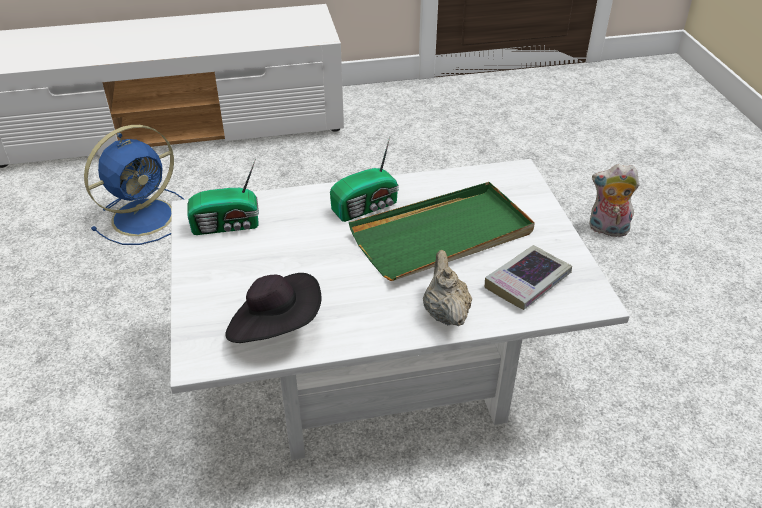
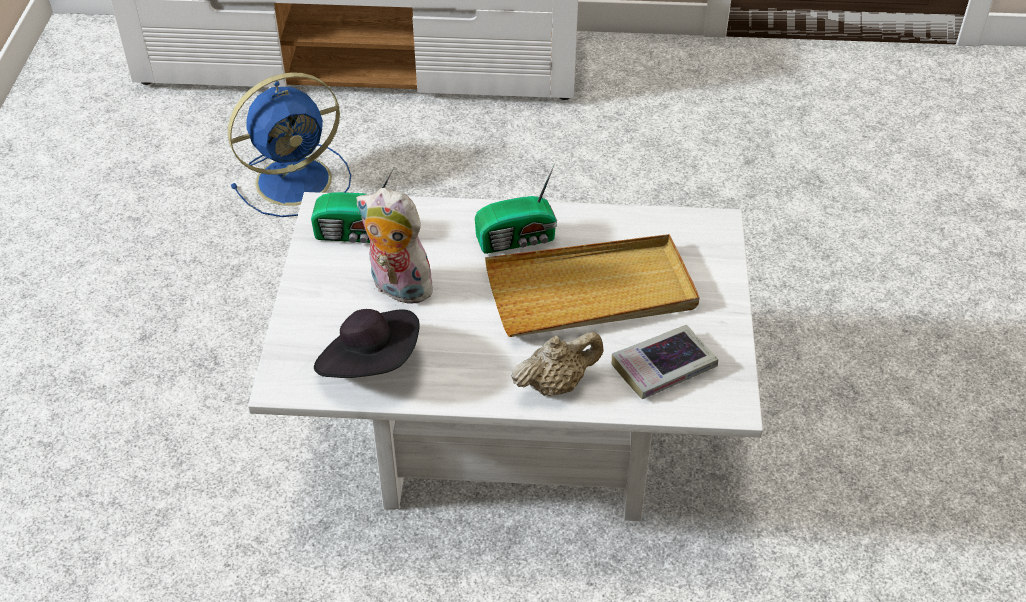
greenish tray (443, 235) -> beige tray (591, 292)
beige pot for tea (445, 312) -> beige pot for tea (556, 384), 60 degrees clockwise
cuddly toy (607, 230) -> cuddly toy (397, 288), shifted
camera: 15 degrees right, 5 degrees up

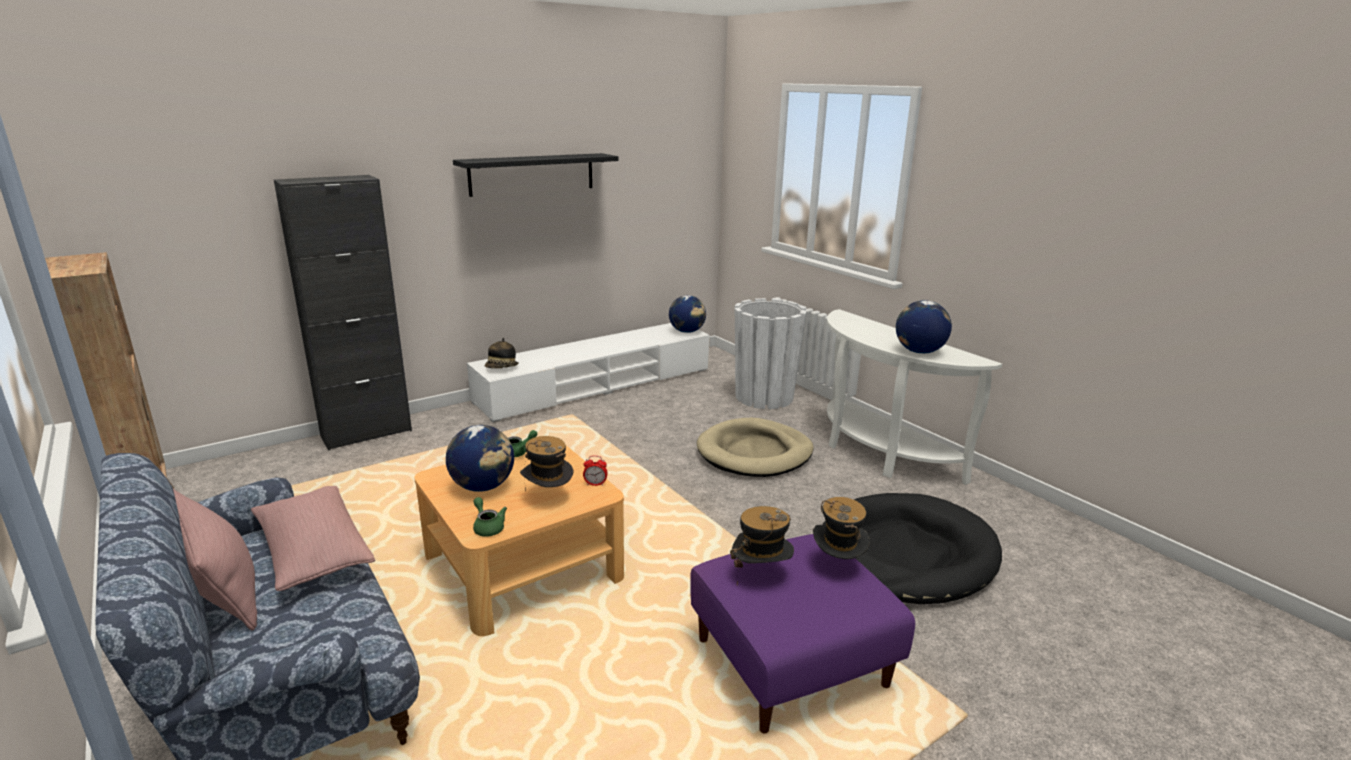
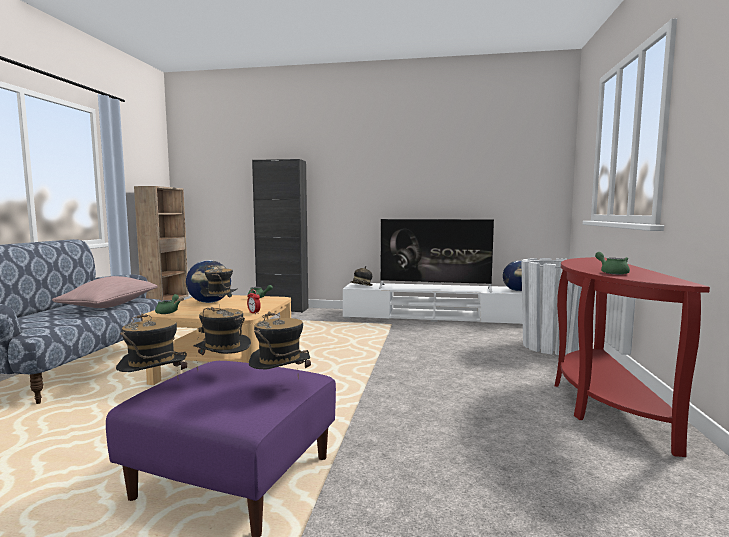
pinkish cushion (221, 589) -> none
black shelf (532, 174) -> none
beige dog cushion (754, 453) -> none
black dog cushion (905, 554) -> none
white narrow table (878, 453) -> red-coloured narrow table (601, 402)
globe (919, 351) -> greenish pot for tea (612, 273)
none -> hat (154, 392)
none -> TV (435, 288)
camera: 45 degrees right, 15 degrees down

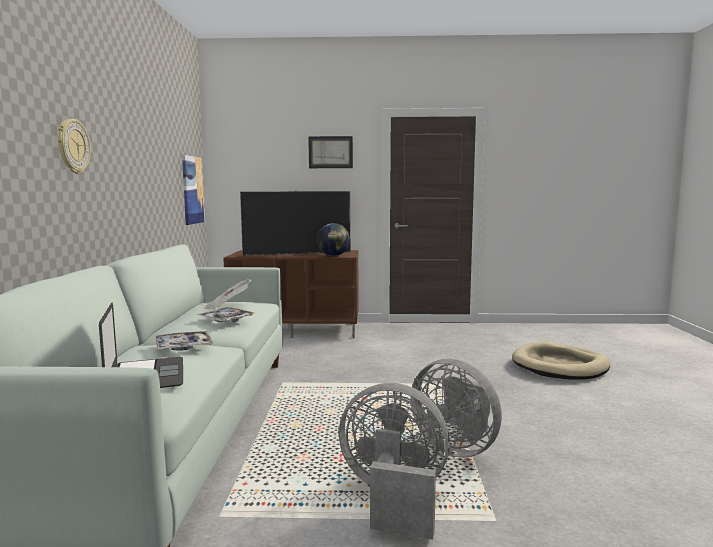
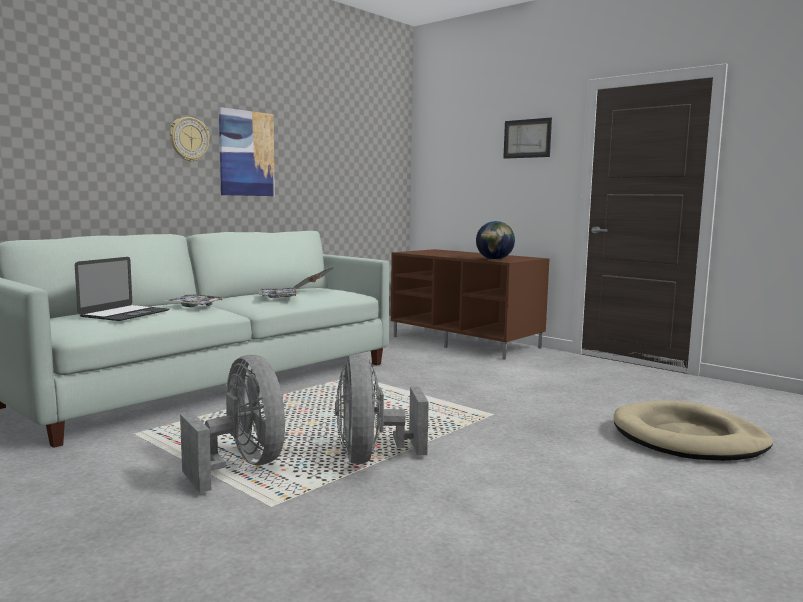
wall picture (192, 190) -> wall picture (246, 153), shifted
TV (297, 254) -> none
camera: 40 degrees right, 0 degrees up

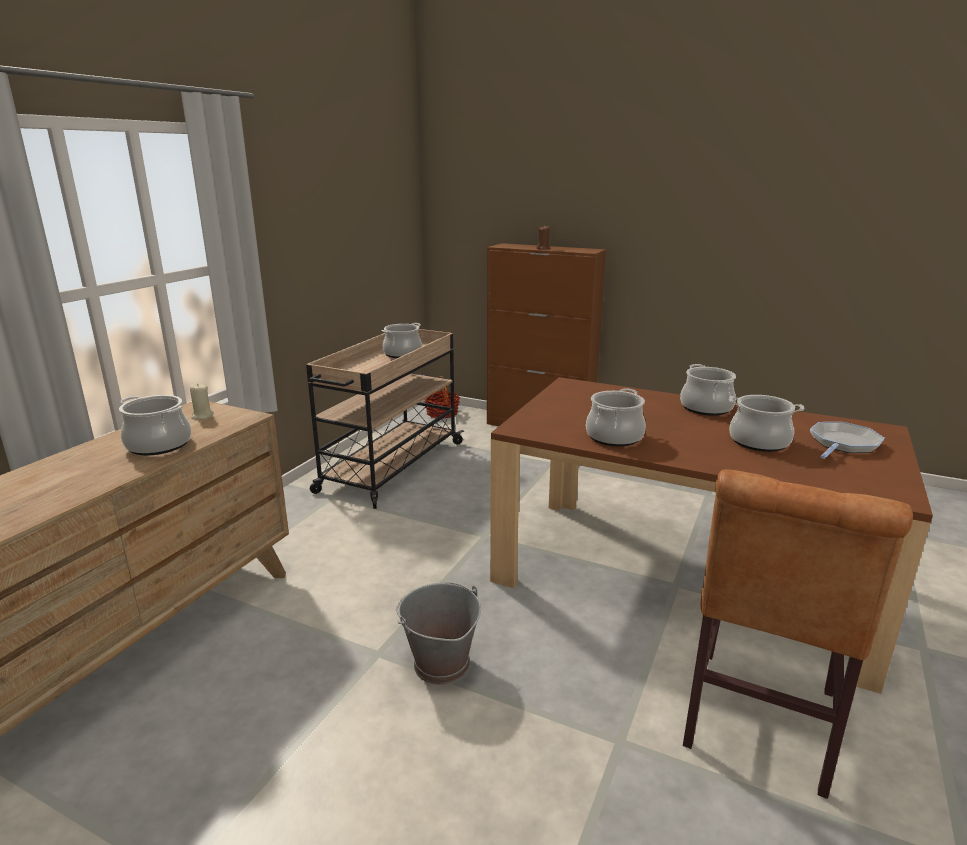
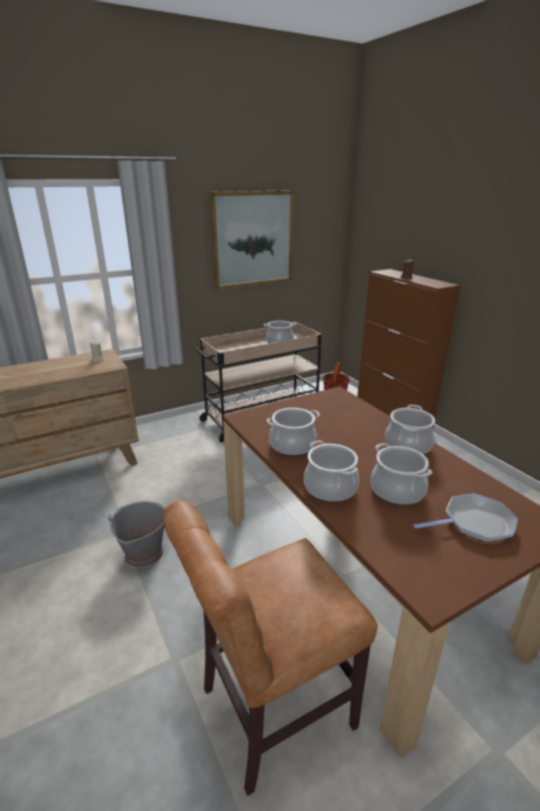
saucepot (158, 445) -> saucepot (330, 488), shifted
none -> wall picture (253, 239)
camera: 35 degrees right, 5 degrees up

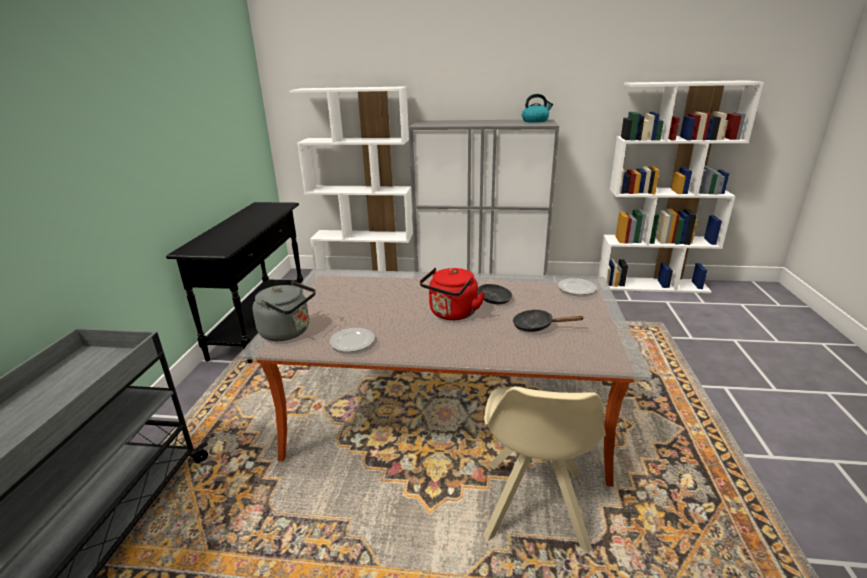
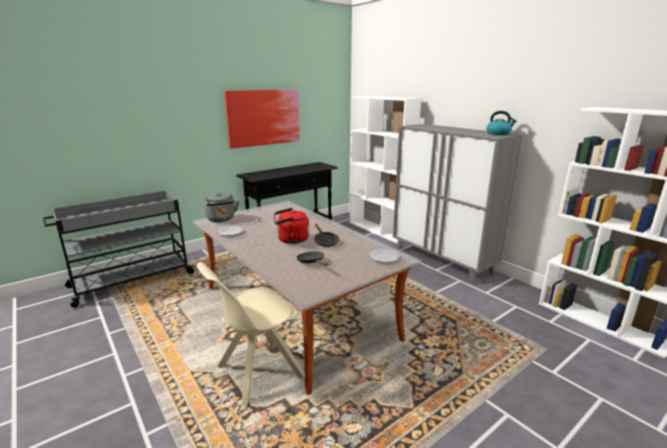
none -> wall picture (264, 117)
camera: 45 degrees right, 5 degrees down

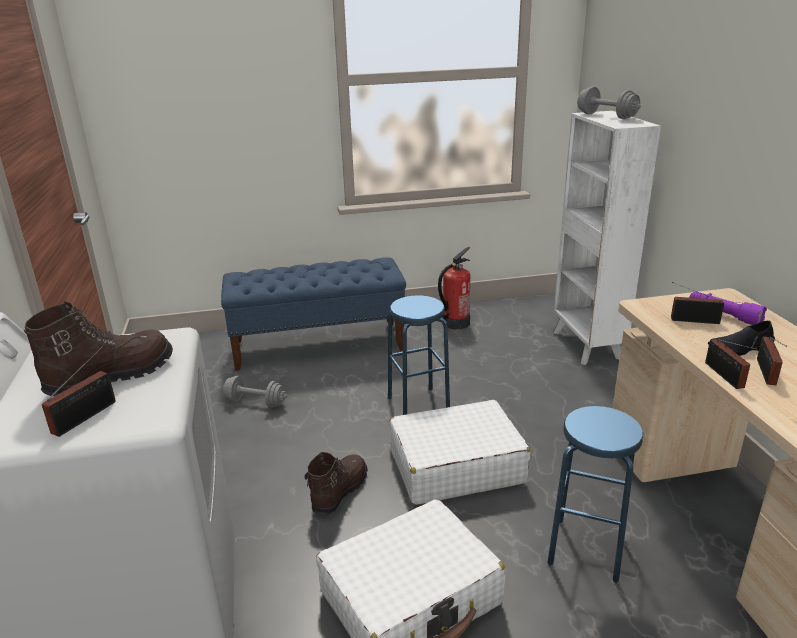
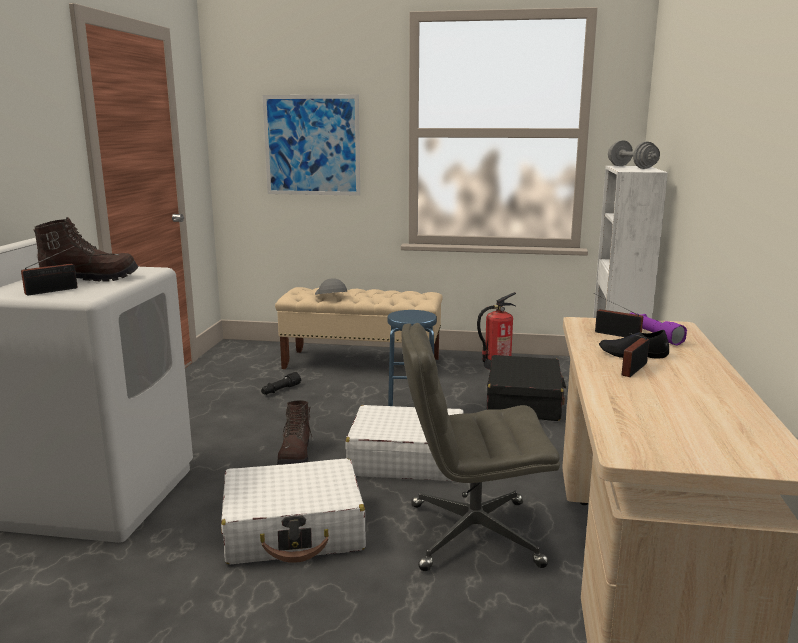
bluish indoor bench (319, 345) -> beige indoor bench (362, 363)
gray hand weight (256, 402) -> black hand torch (280, 390)
brownish high-top boot (338, 492) -> brownish high-top boot (296, 455), 135 degrees clockwise
bluish sitting stool (586, 549) -> gray computer chair (472, 535)
radio receiver (725, 377) -> none
none -> wall picture (312, 145)
none -> gray peaked cap (330, 295)
none -> black piece of luggage (523, 401)
camera: 20 degrees right, 10 degrees down

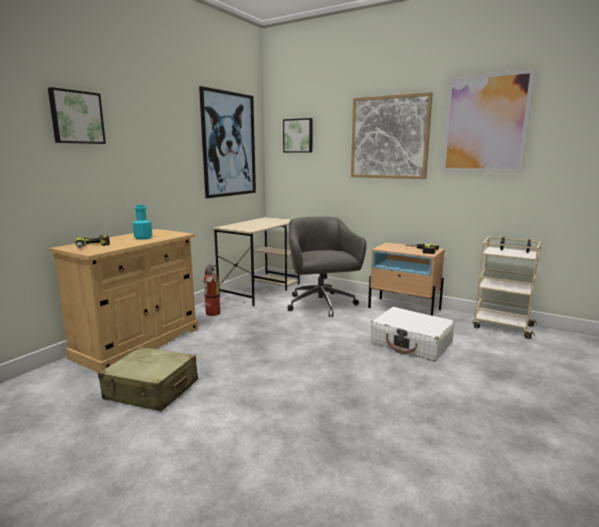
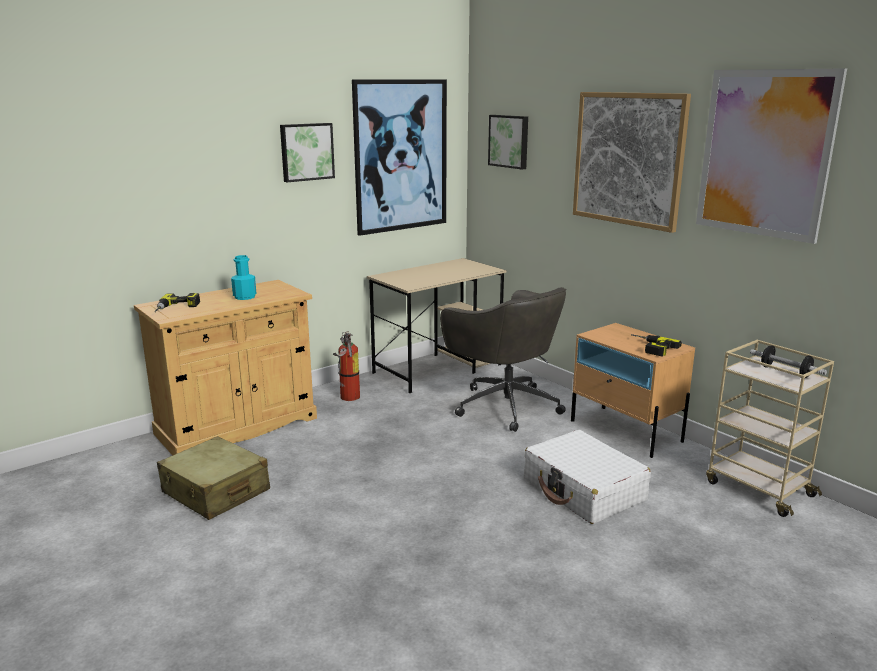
wall picture (76, 117) -> wall picture (306, 152), shifted
gray computer chair (321, 305) -> gray computer chair (504, 405), 135 degrees clockwise
camera: 20 degrees right, 5 degrees up

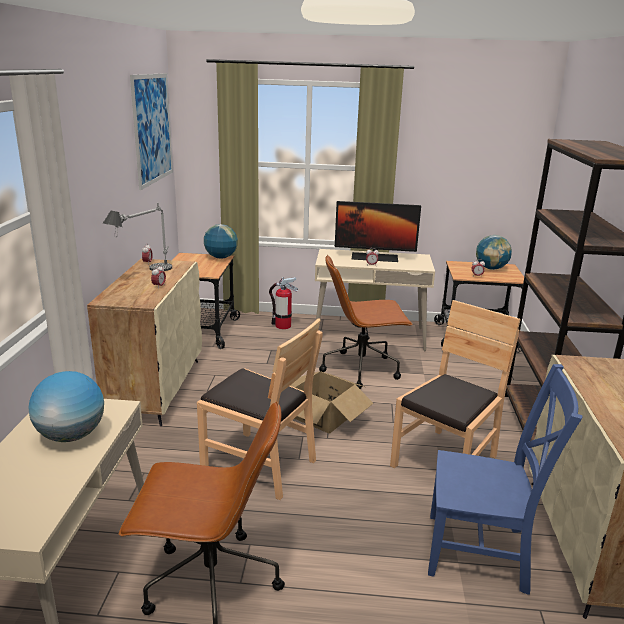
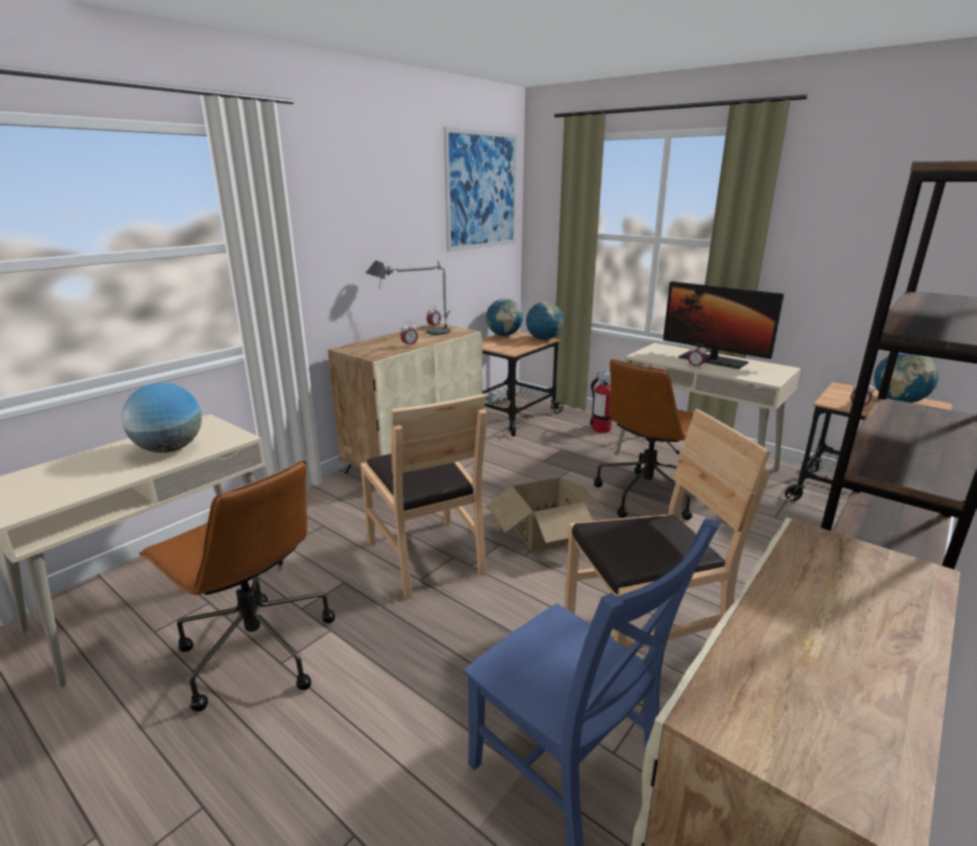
brownish computer chair (362, 369) -> brownish computer chair (646, 495), 75 degrees counterclockwise
none -> globe (504, 335)
camera: 35 degrees right, 0 degrees up

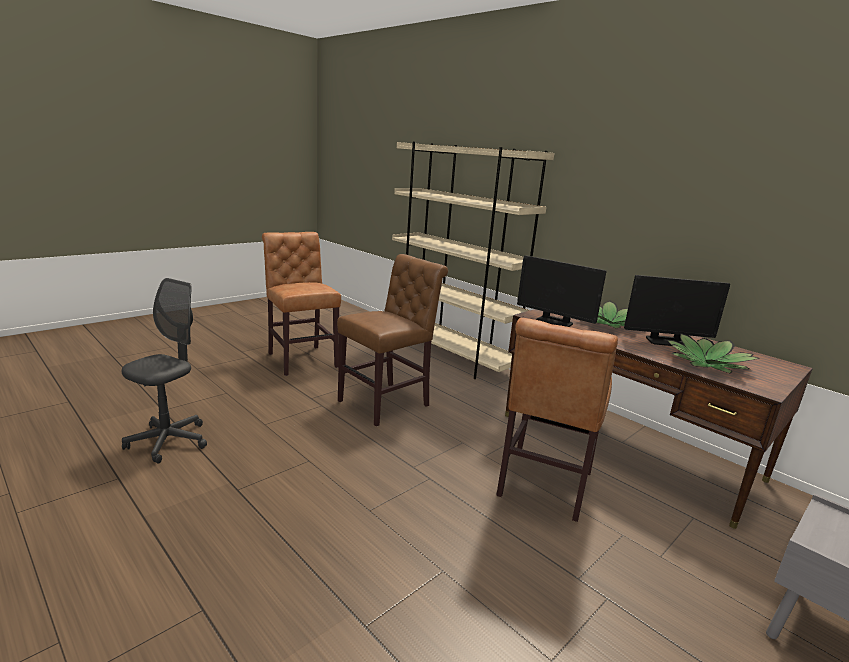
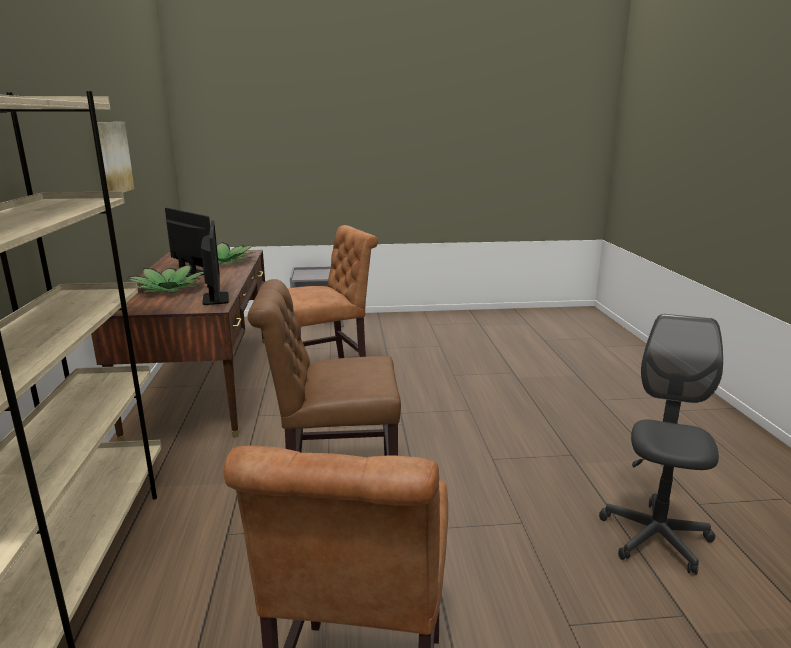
gray computer chair (168, 441) -> gray computer chair (655, 537), 135 degrees clockwise
none -> wall picture (112, 158)
camera: 140 degrees left, 0 degrees up

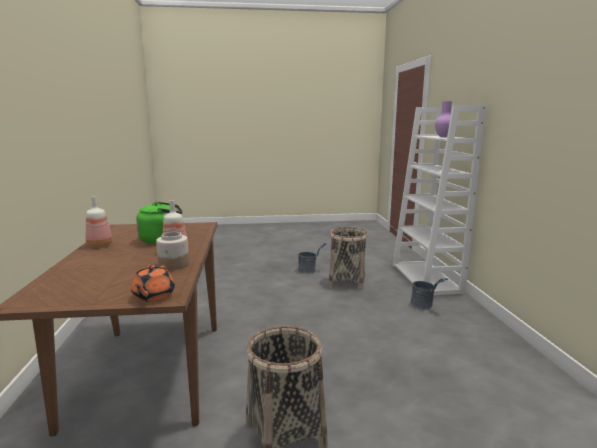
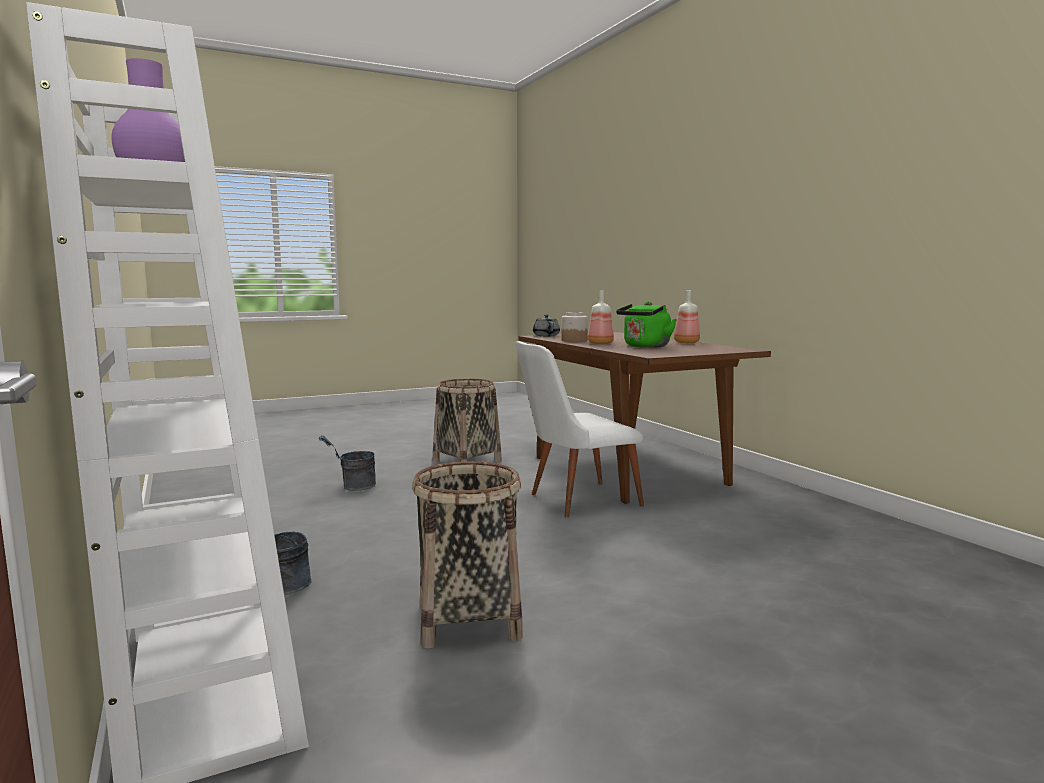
orangey pot for tea (153, 296) -> gray pot for tea (546, 335)
gray pail (310, 270) -> gray pail (353, 487), shifted
none -> white chair (574, 500)
camera: 160 degrees right, 5 degrees down

